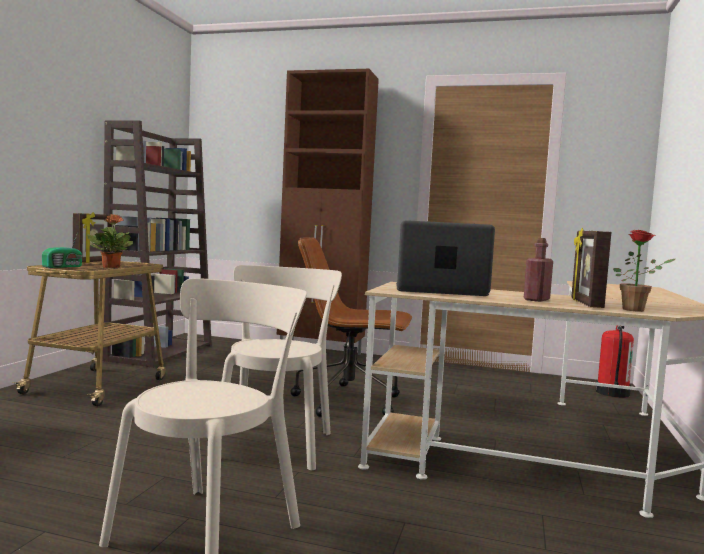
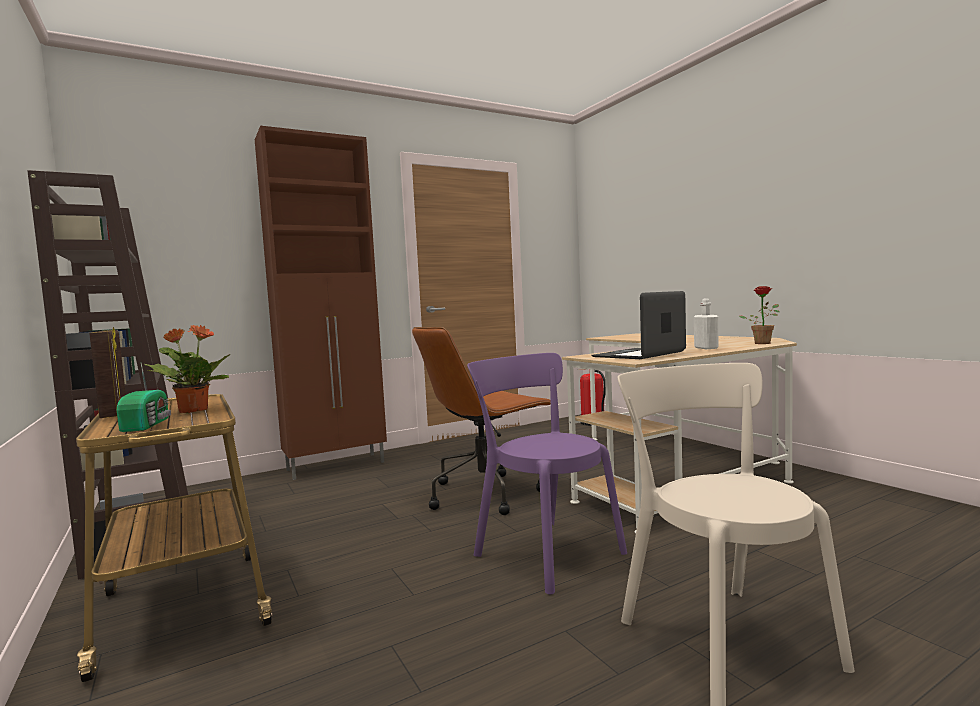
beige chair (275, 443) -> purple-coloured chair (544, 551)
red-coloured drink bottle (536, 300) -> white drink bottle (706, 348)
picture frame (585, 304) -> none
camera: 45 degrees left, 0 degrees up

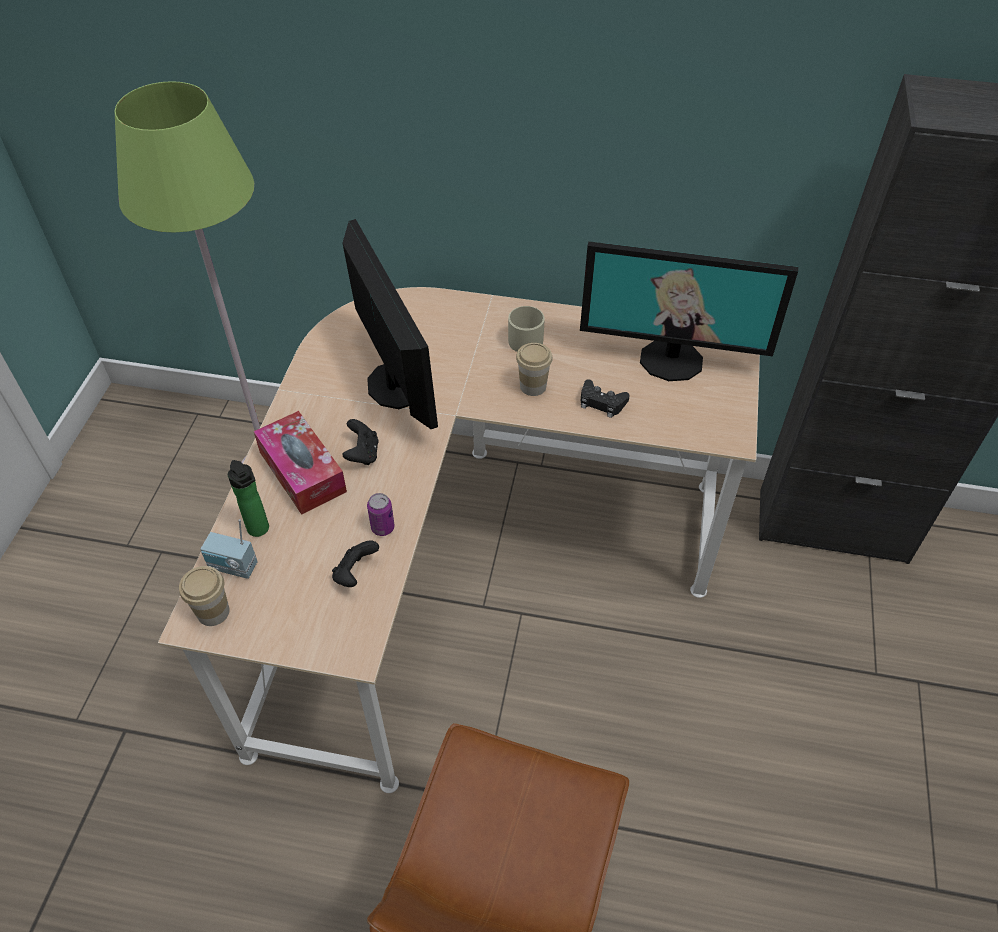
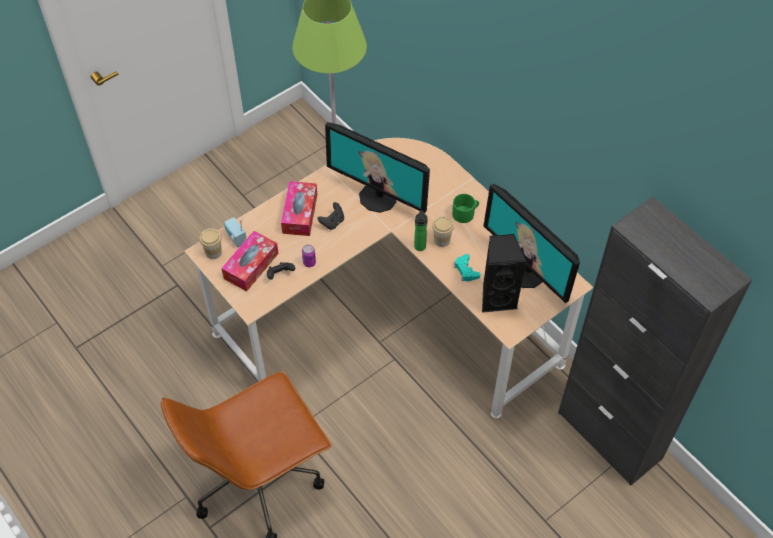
drink bottle (260, 530) -> drink bottle (420, 248), shifted
computer screen (395, 385) -> computer screen (378, 197), 105 degrees clockwise
beige coffee mug (527, 338) -> greenish coffee mug (465, 213)
black game controller (601, 402) -> turquoise game controller (466, 270)
none -> tissue holder (251, 266)
none -> black audio speaker (497, 297)
camera: 40 degrees right, 5 degrees up

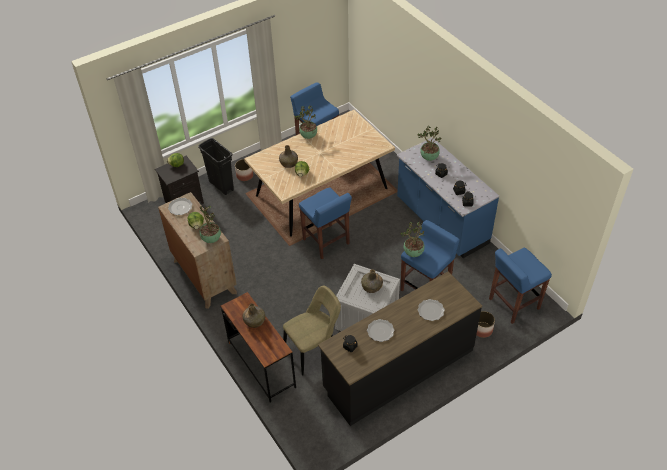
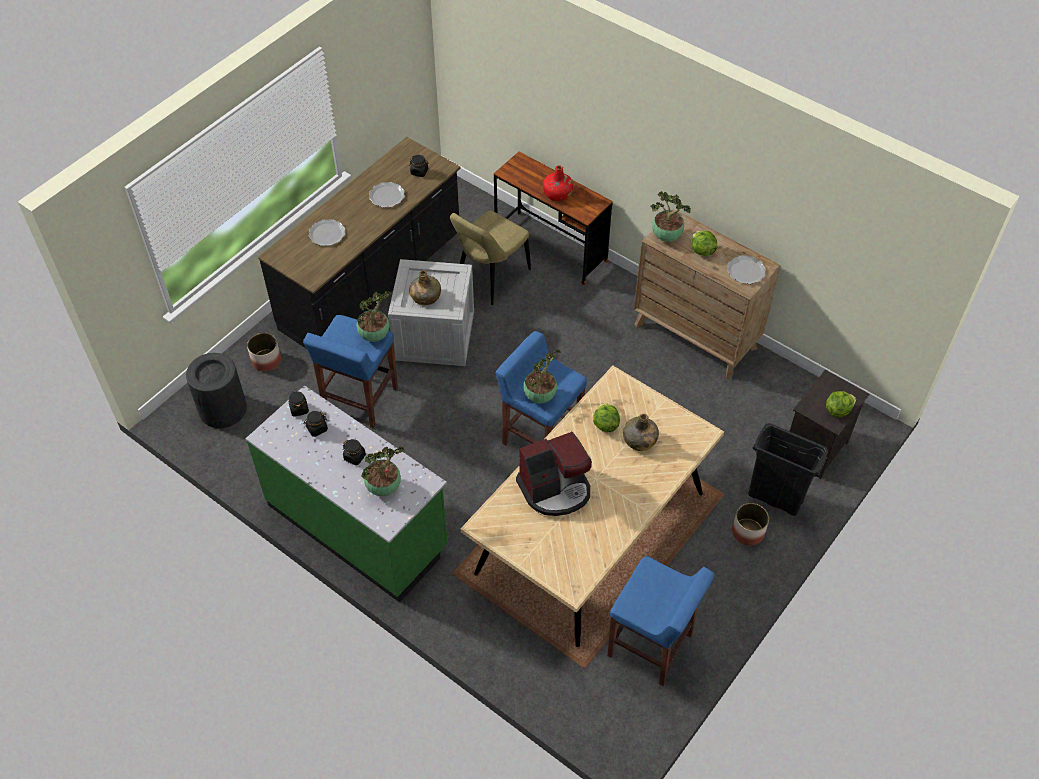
greenish drink bottle (254, 321) -> red-coloured drink bottle (557, 194)
plant in a pot (308, 136) -> plant in a pot (540, 396), shifted
bluish kitchen base unit (441, 222) -> greenish kitchen base unit (358, 526)
bluish sitting stool (513, 304) -> black rubbish bin (223, 409)
none -> coffee brewer (555, 489)
camera: 160 degrees right, 5 degrees up

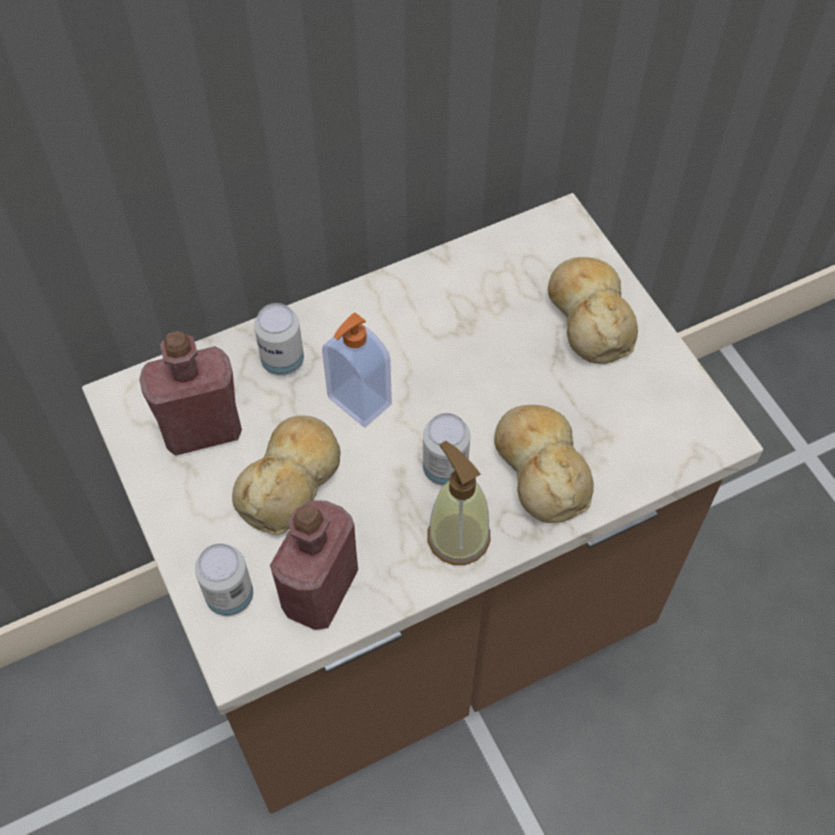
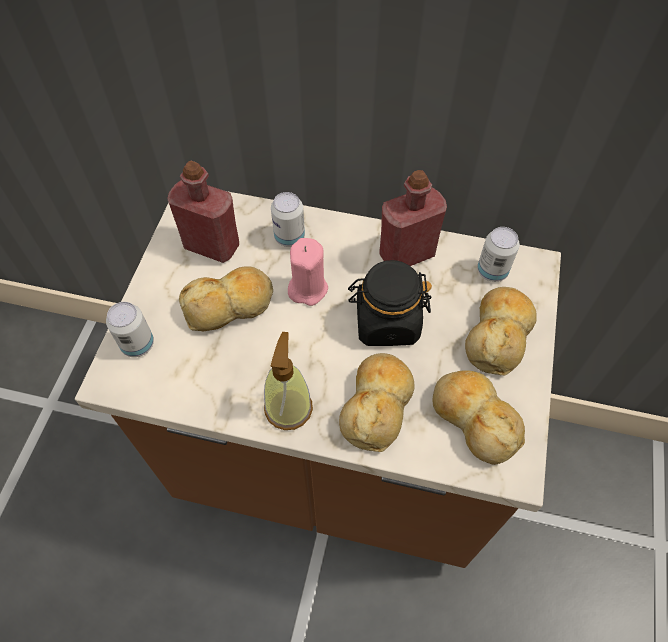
red-coloured drink bottle (320, 591) -> red-coloured drink bottle (407, 254), shifted
soap dispenser (358, 402) -> pinkish candle (307, 288)
sealed can (445, 469) -> sealed can (492, 271), shifted
none -> black storage jar (386, 322)
none -> bread (474, 419)
camera: 40 degrees right, 0 degrees up

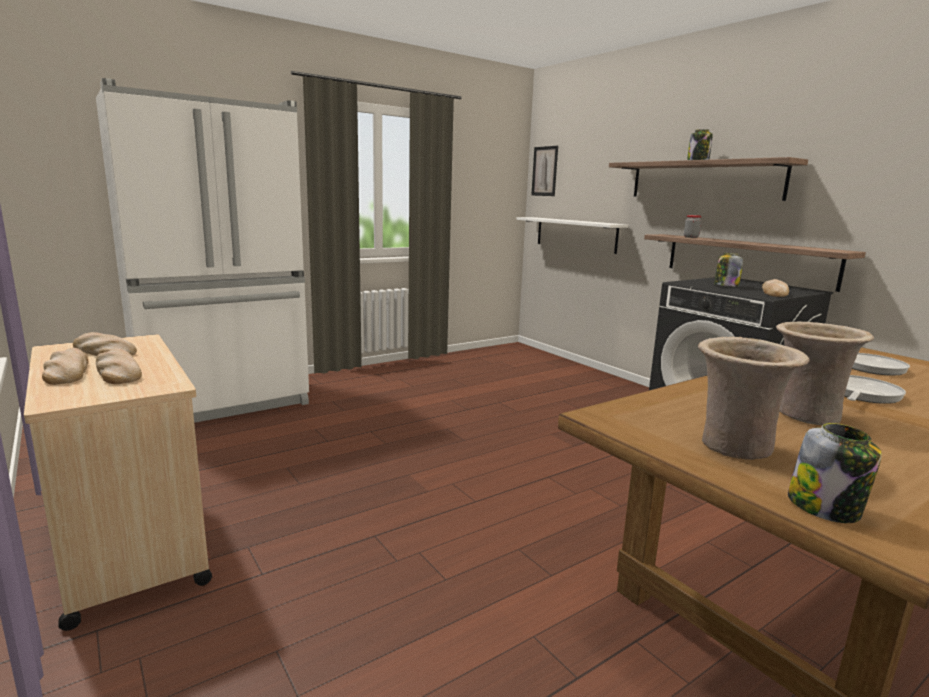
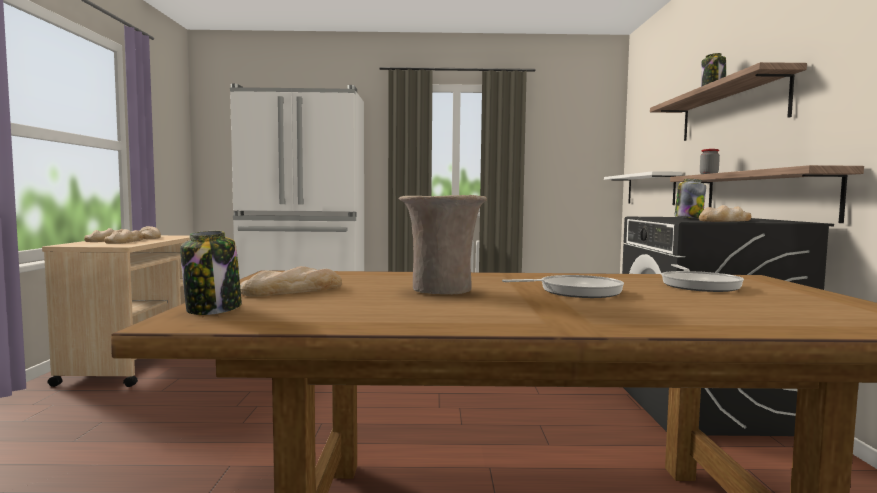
wall picture (544, 171) -> none
beige vase (736, 449) -> bread (292, 290)
camera: 35 degrees right, 10 degrees down

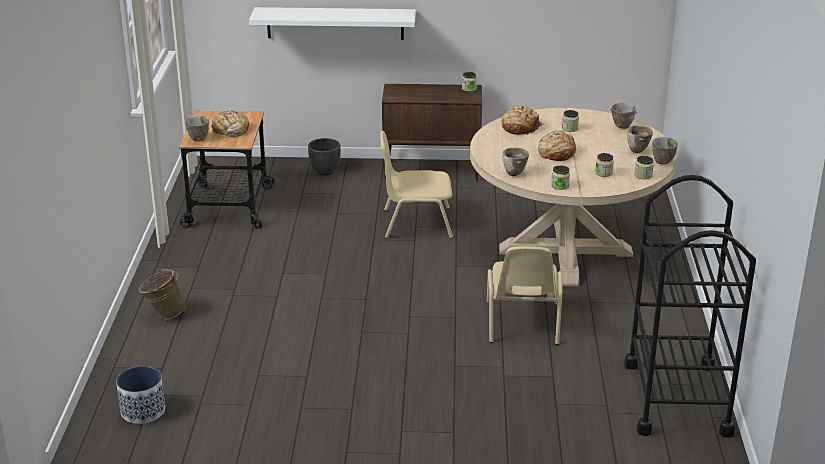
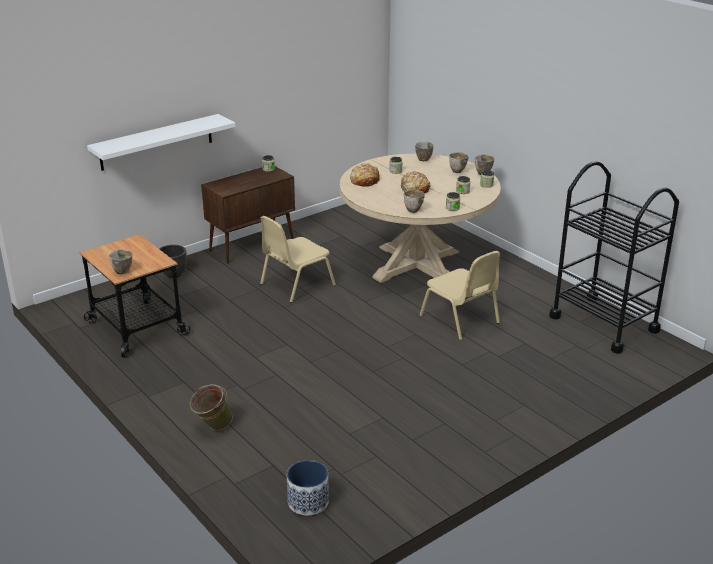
bread (230, 130) -> none
camera: 40 degrees left, 0 degrees up

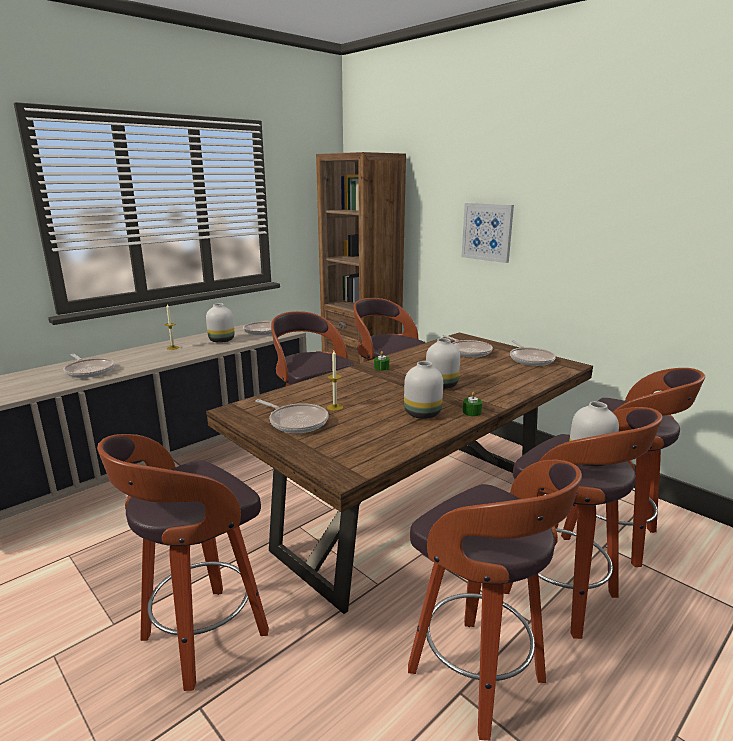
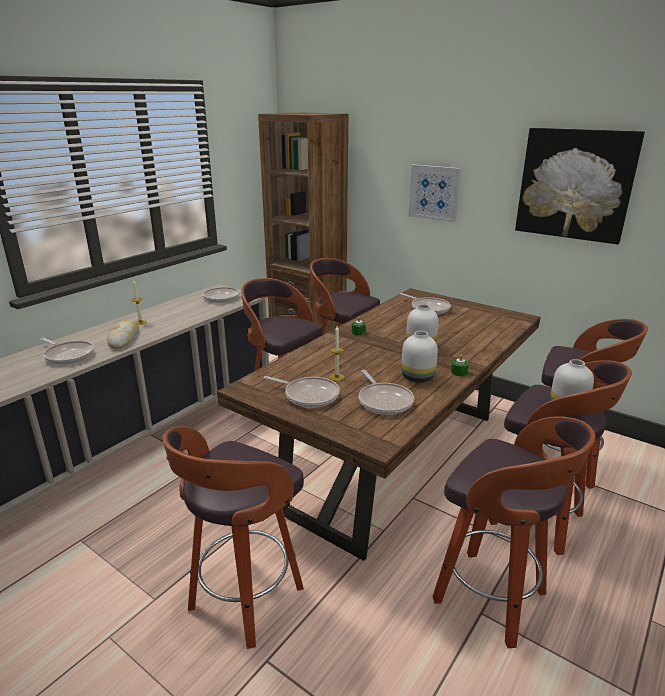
white vase (221, 340) -> none
frying pan (530, 359) -> frying pan (384, 401), shifted
none -> bread (124, 339)
none -> wall picture (575, 184)
camera: 10 degrees left, 5 degrees up

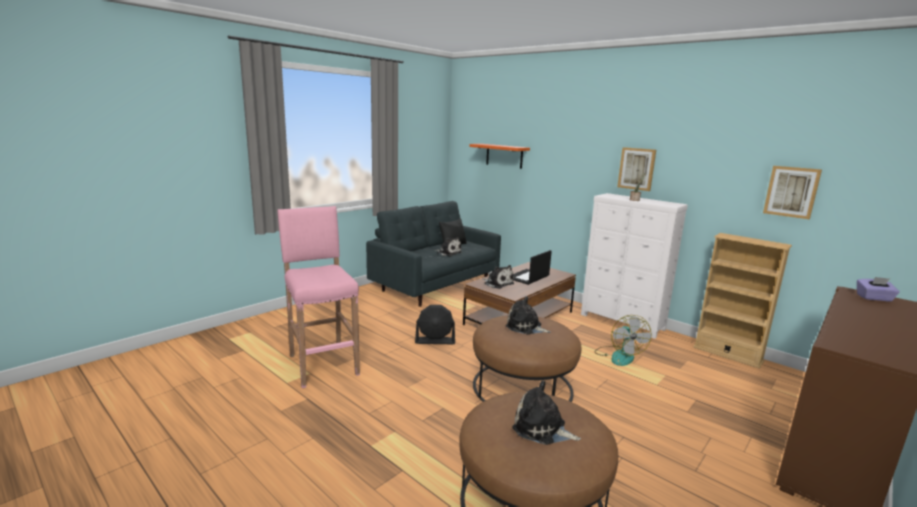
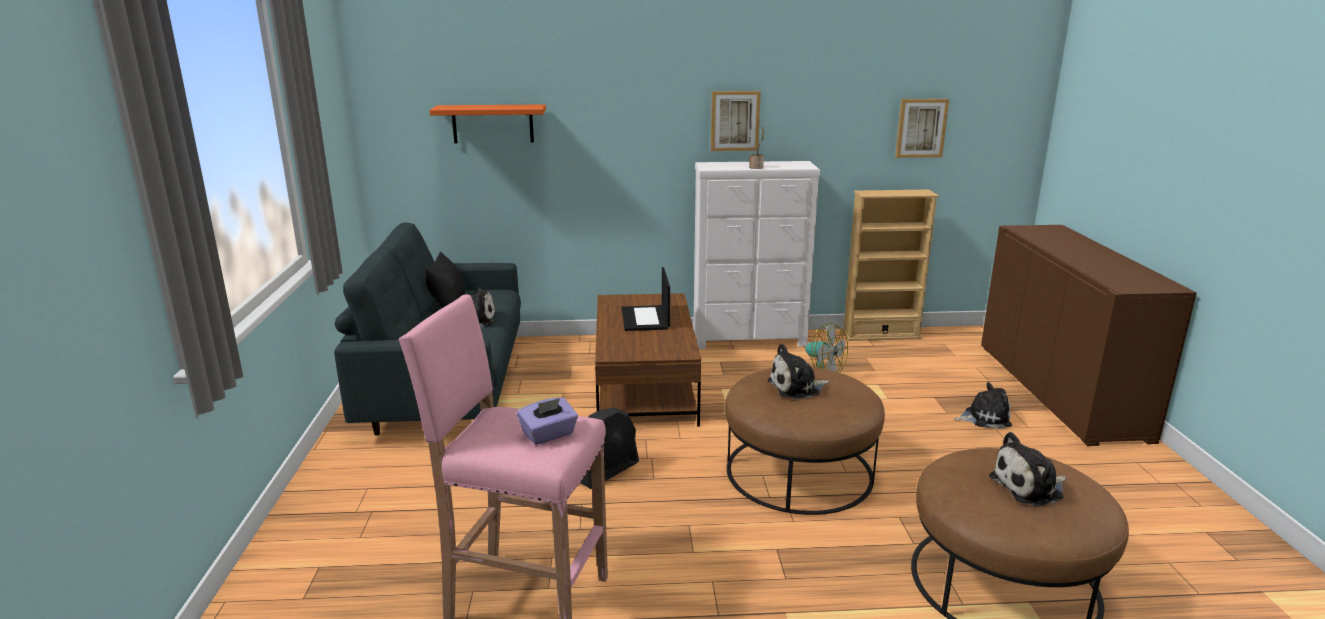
cuddly toy (497, 283) -> cuddly toy (984, 418), shifted
purple-coloured tissue holder (874, 298) -> purple-coloured tissue holder (549, 435), shifted
camera: 45 degrees left, 5 degrees up

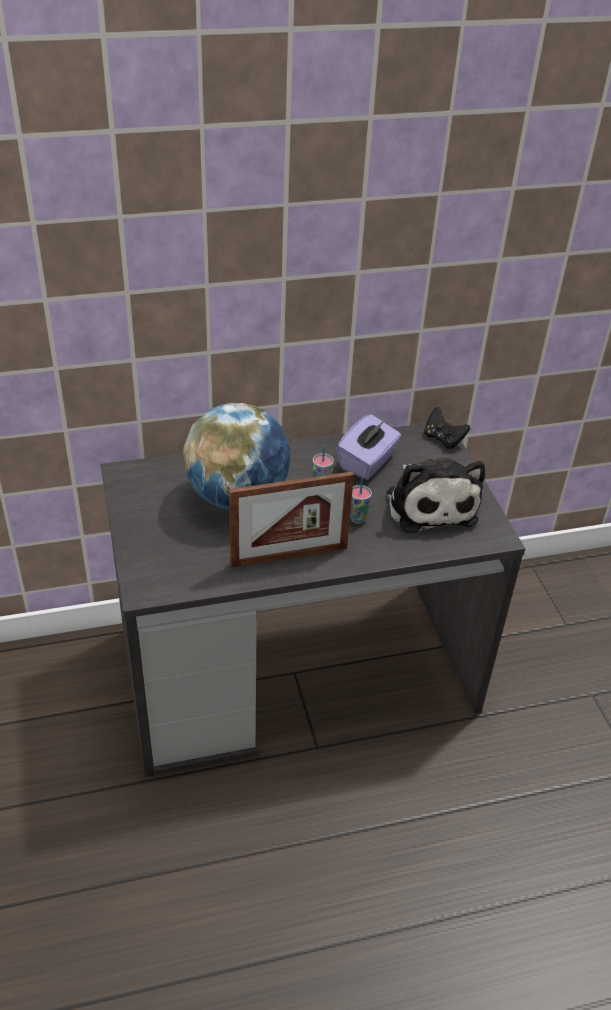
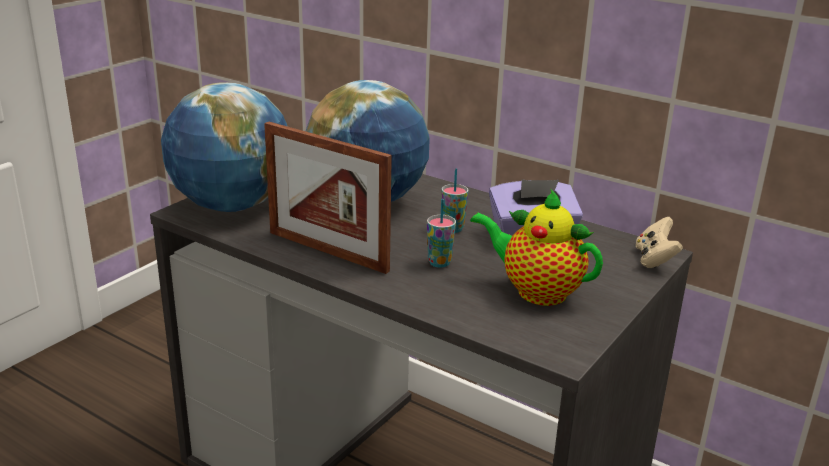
cuddly toy (430, 504) -> pot for tea (536, 291)
black game controller (443, 439) -> beige game controller (654, 259)
none -> globe (231, 206)
camera: 50 degrees right, 15 degrees down

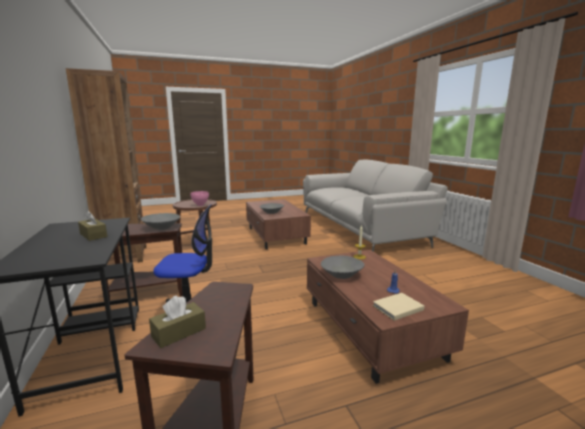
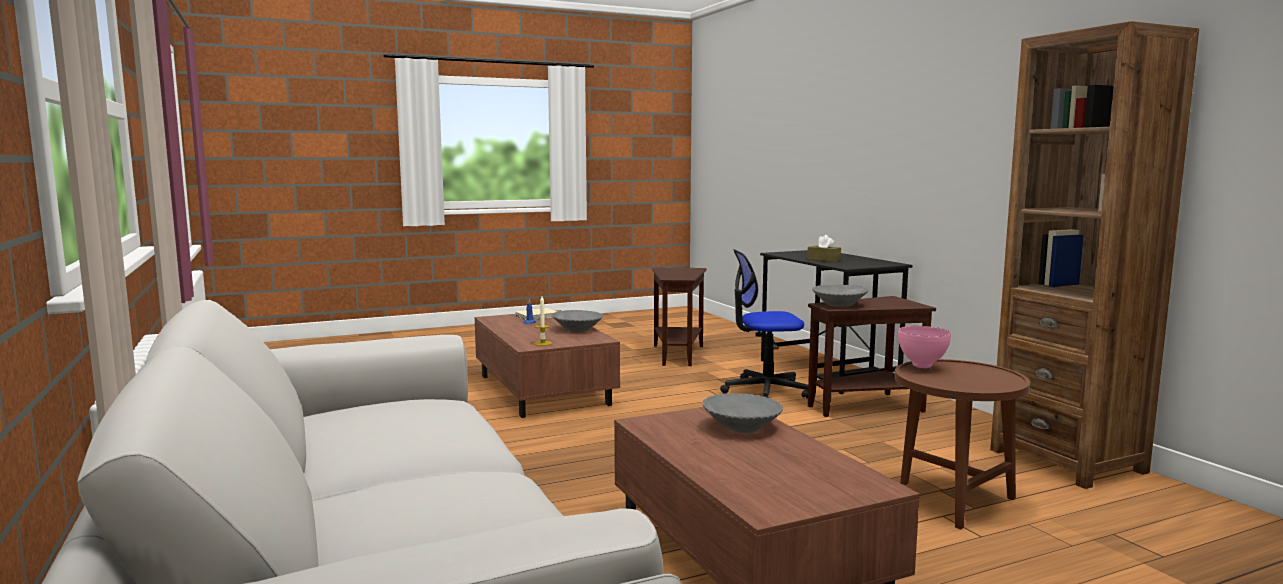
brownish tissue holder (179, 332) -> none
camera: 175 degrees right, 5 degrees down

